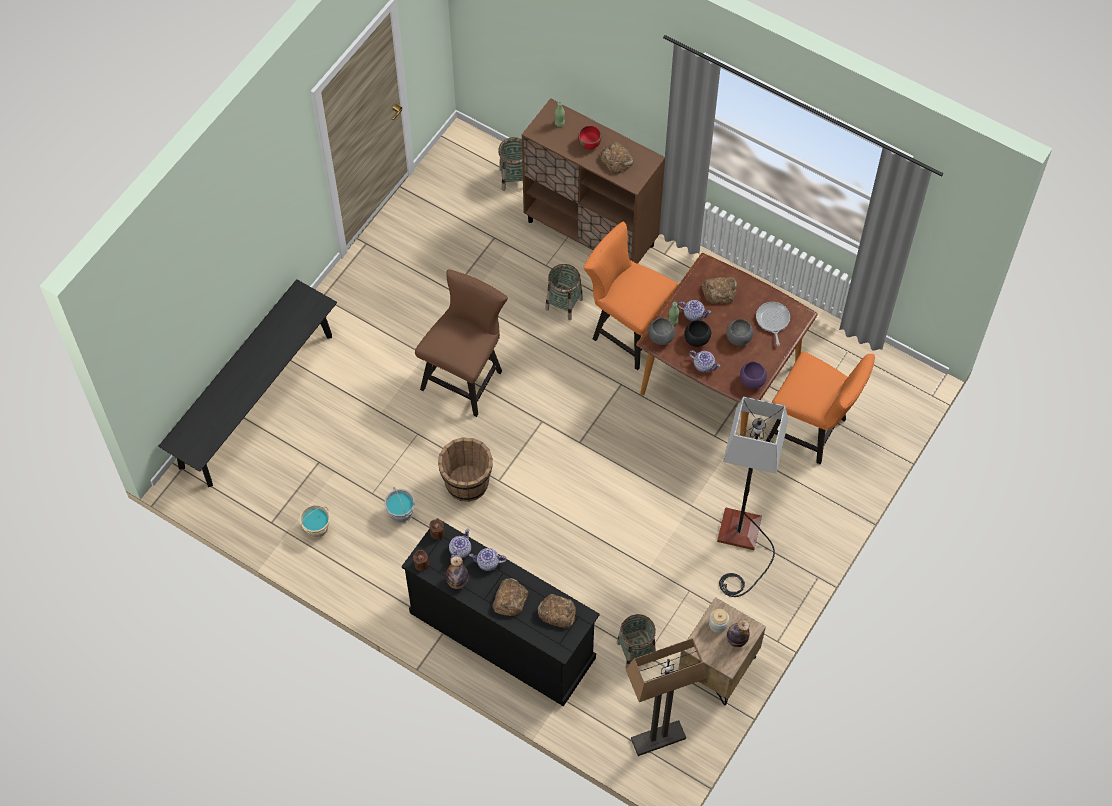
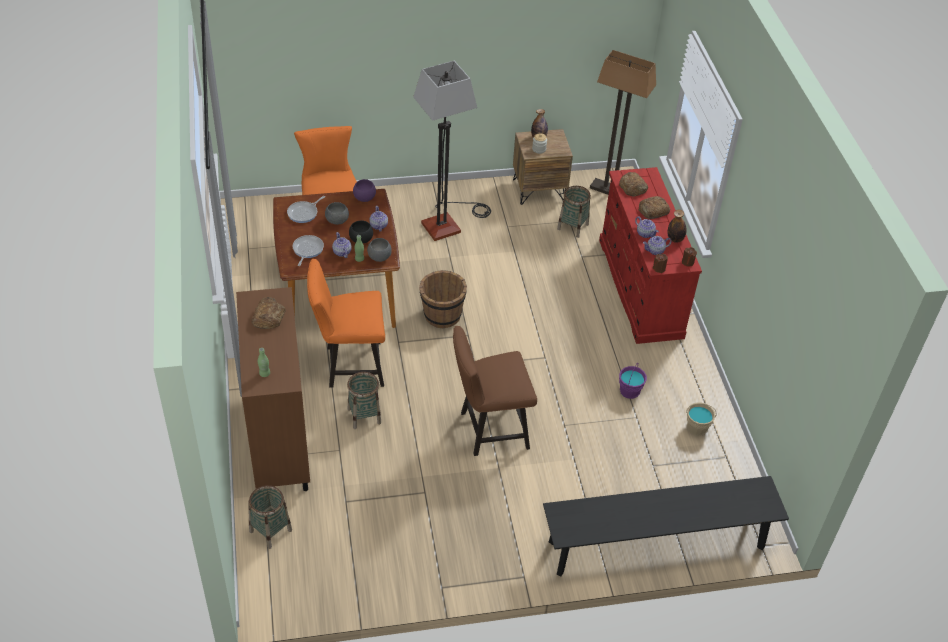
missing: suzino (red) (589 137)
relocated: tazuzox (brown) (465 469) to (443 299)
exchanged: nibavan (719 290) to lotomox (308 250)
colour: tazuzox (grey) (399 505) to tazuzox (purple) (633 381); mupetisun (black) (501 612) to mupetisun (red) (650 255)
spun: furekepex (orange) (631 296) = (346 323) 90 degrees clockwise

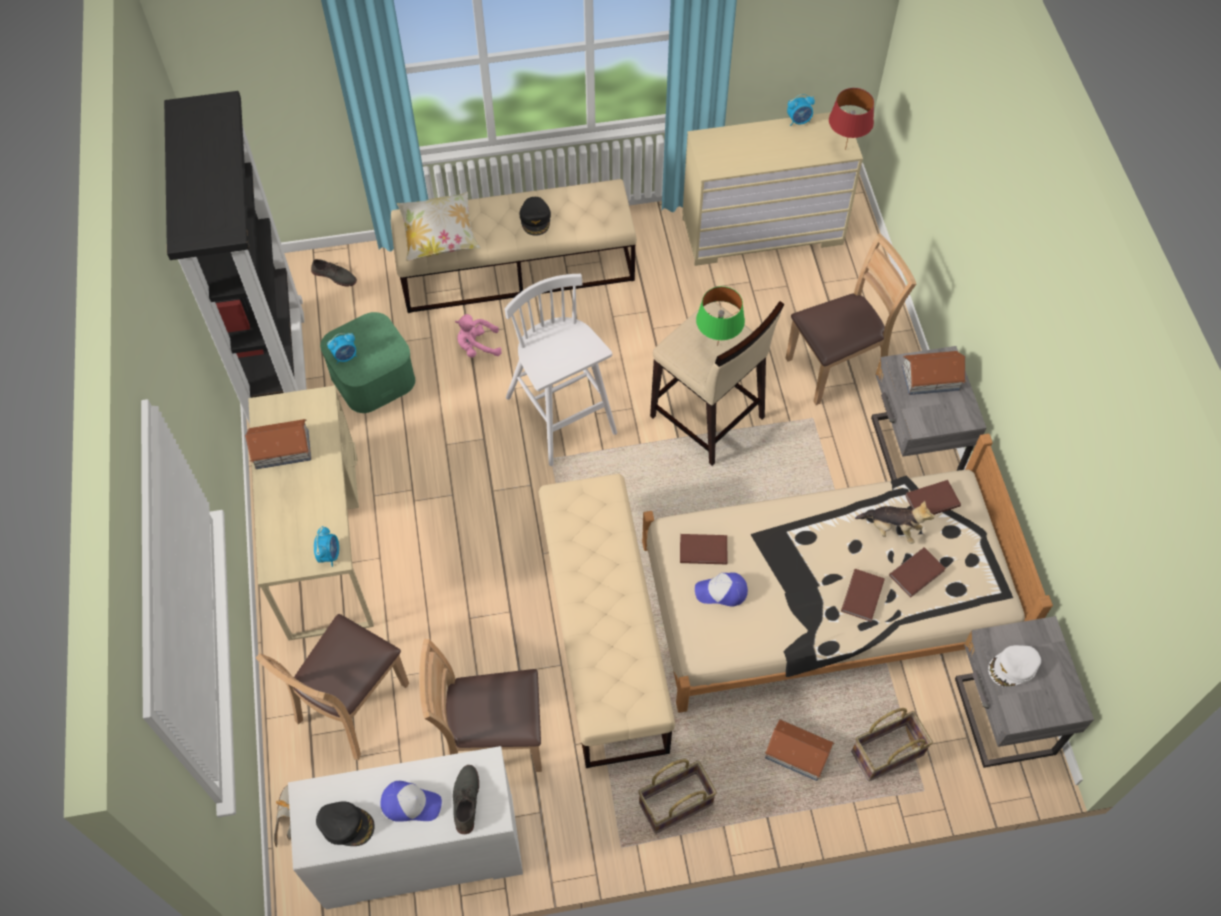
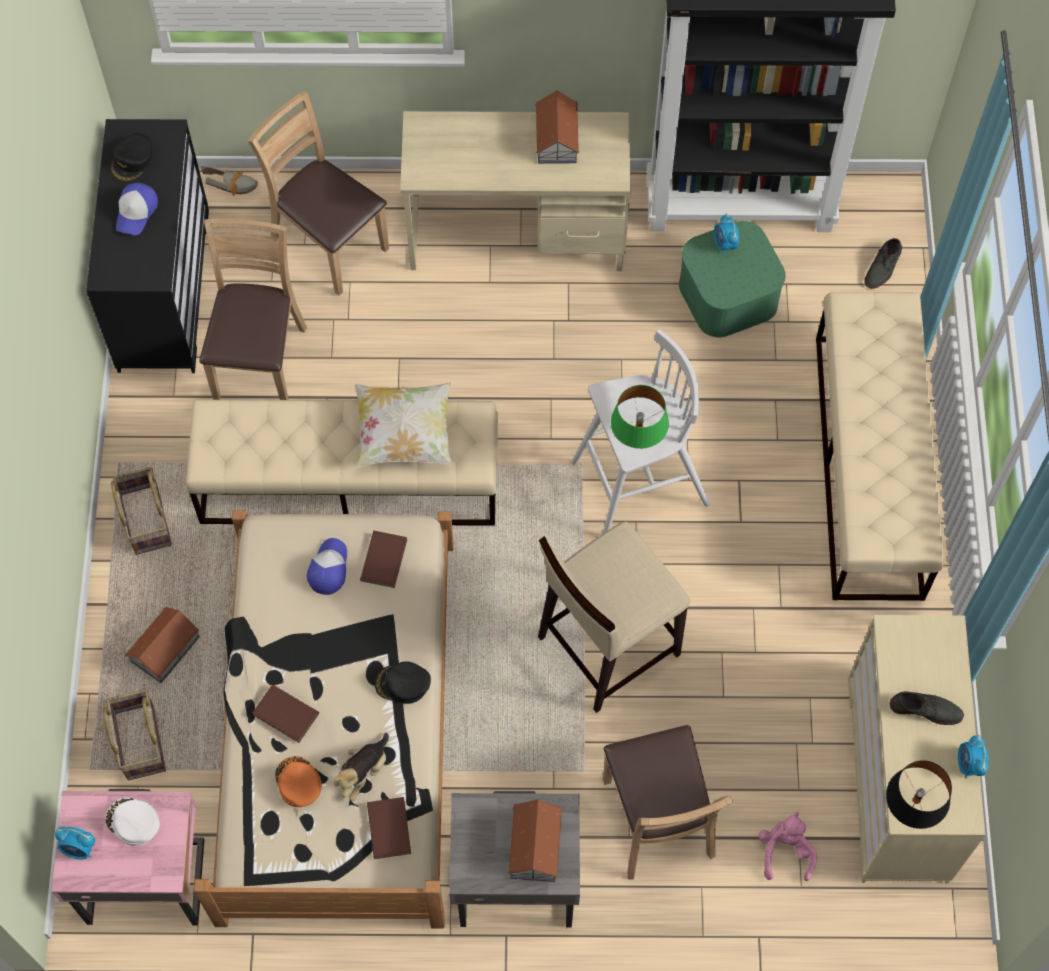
relocated: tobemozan (326 546) to (75 843); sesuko (439 226) to (403 425); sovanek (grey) (466 799) to (927 708); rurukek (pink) (478 336) to (787 846); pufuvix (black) (535 216) to (403 682); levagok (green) (720 316) to (640 417)
exchanged: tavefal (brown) (917 572) to pufuvix (orange) (298 781)
colour: mupetisun (white) (405 827) to mupetisun (black) (147 246); levagok (red) (851 119) to levagok (black) (919 794); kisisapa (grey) (1024 692) to kisisapa (pink) (128 857)
spun: pufuvix (white) (1014 666) = (132 822) 45 degrees counterclockwise

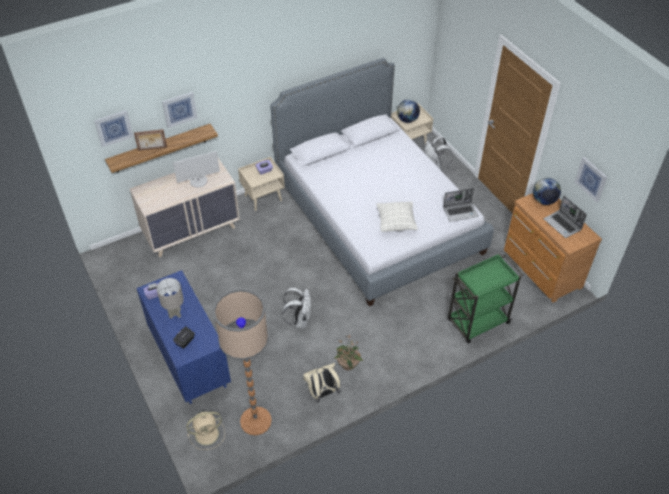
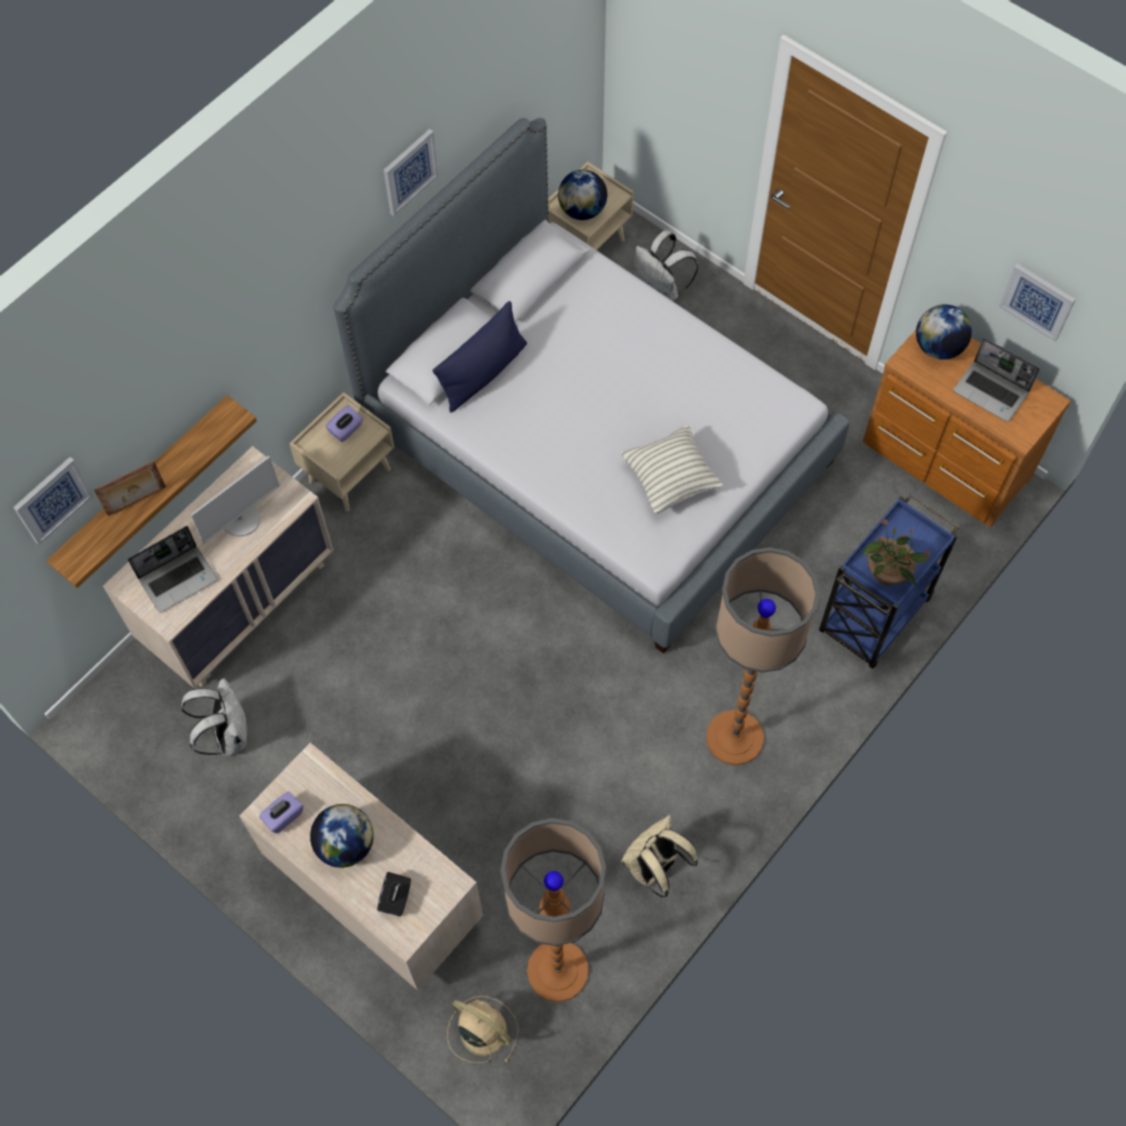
appeared: sesuko (blue) (480 356); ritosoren (763 656)
relocated: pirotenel (179 110) to (411 172); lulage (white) (296 307) to (214 717); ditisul (349 353) to (897 552); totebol (460 205) to (173 569)
exchanged: levagok (grey) (170 298) to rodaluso (342 836)
colour: mupetisun (blue) (183 337) to mupetisun (beige) (361 866); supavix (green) (485 298) to supavix (blue) (889 581)
spun: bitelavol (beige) (205 430) = (483 1029) 105 degrees counterclockwise

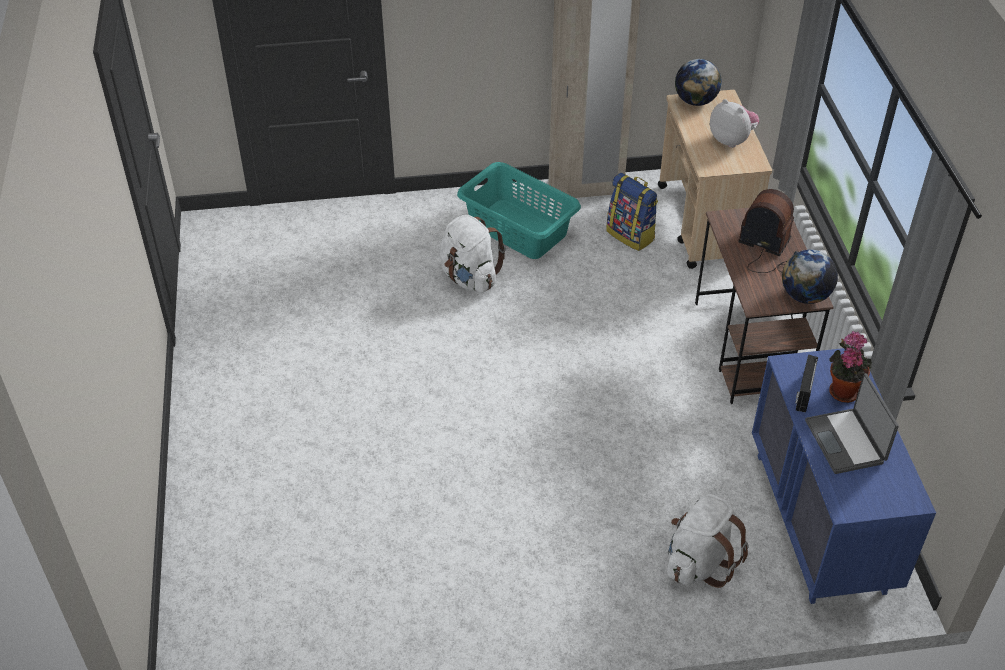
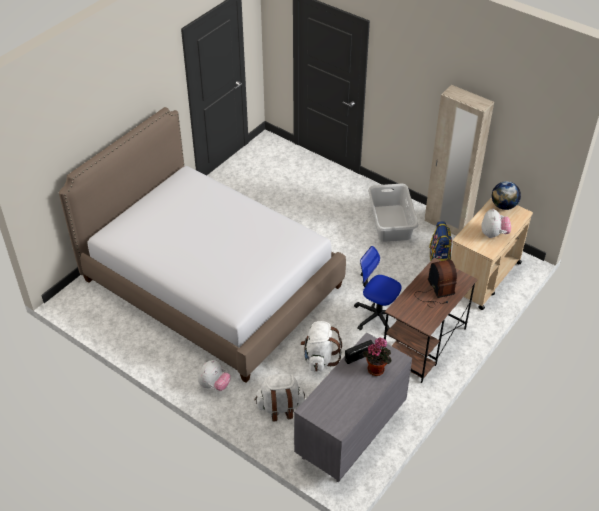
missing: rodaluso (810 276); totebol (852 423)
appeared: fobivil (202 245); rurukek (214 375); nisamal (378 288)
relocated: lulage (white) (473 254) to (321 346)
colour: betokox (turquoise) (519 210) to betokox (grey) (393 212); mupetisun (blue) (844 475) to mupetisun (grey) (353 407)

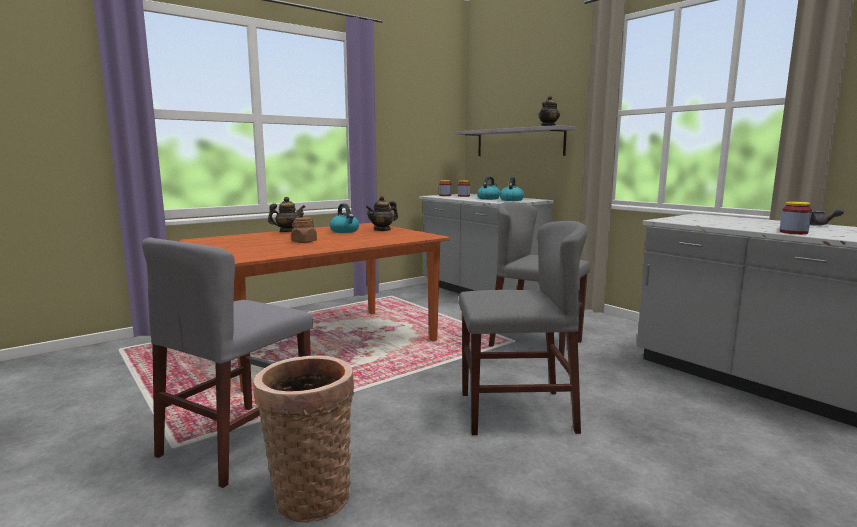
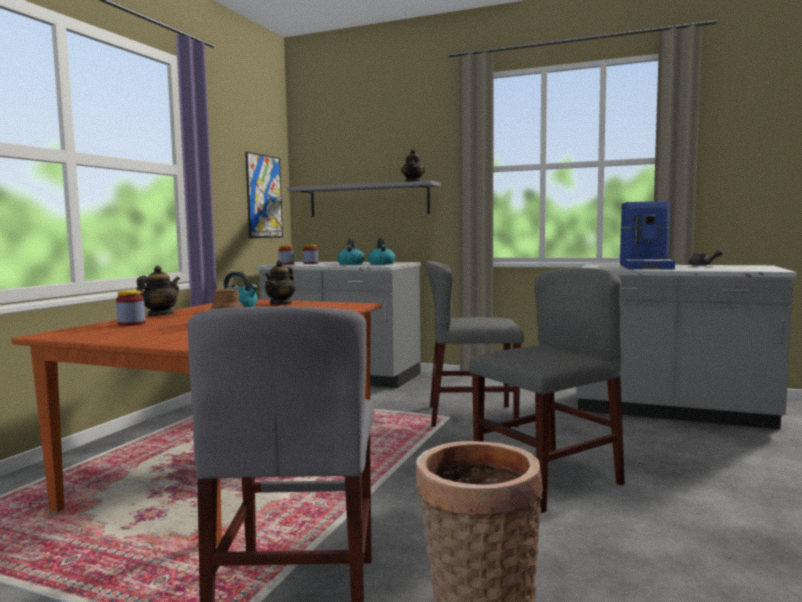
appeared: pirotenel (264 195); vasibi (647 235)
relocated: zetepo (796 218) to (131 308)

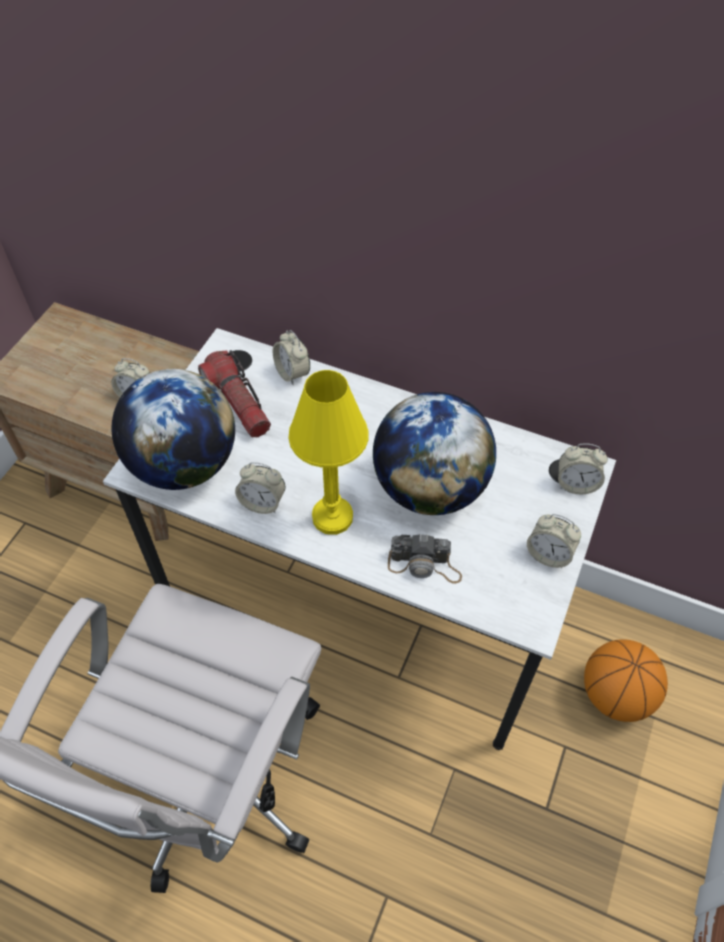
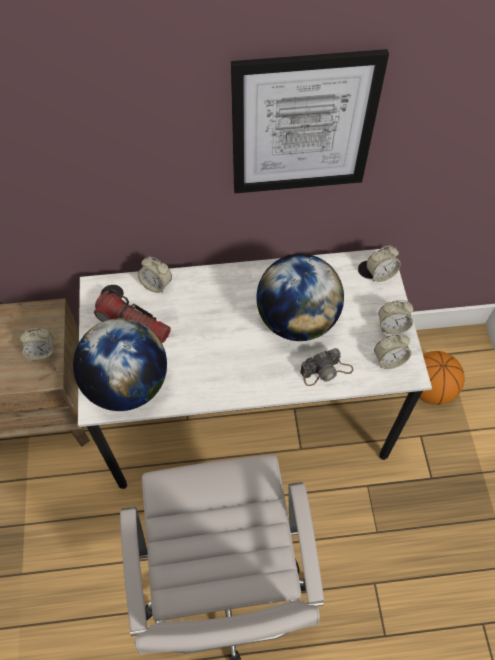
missing: levagok (yellow) (328 452)
appeared: pirotenel (310 121)
relocated: tobemozan (260 488) to (392 351)

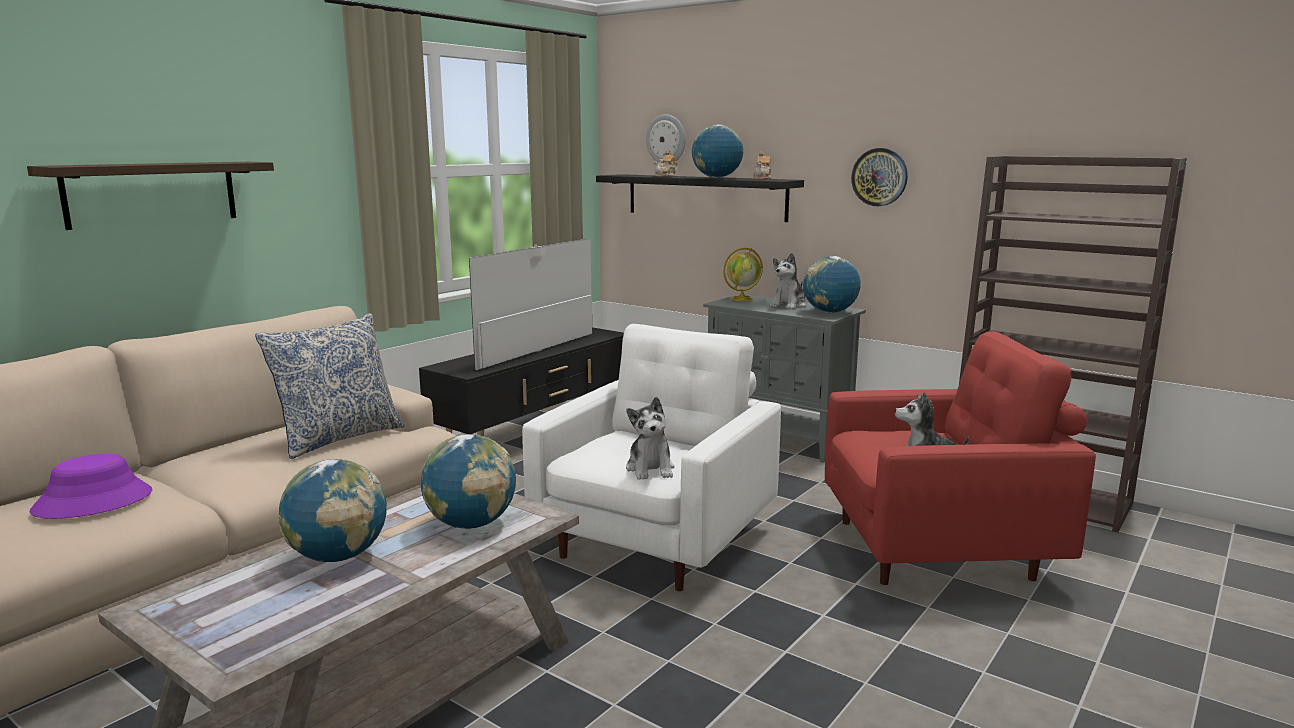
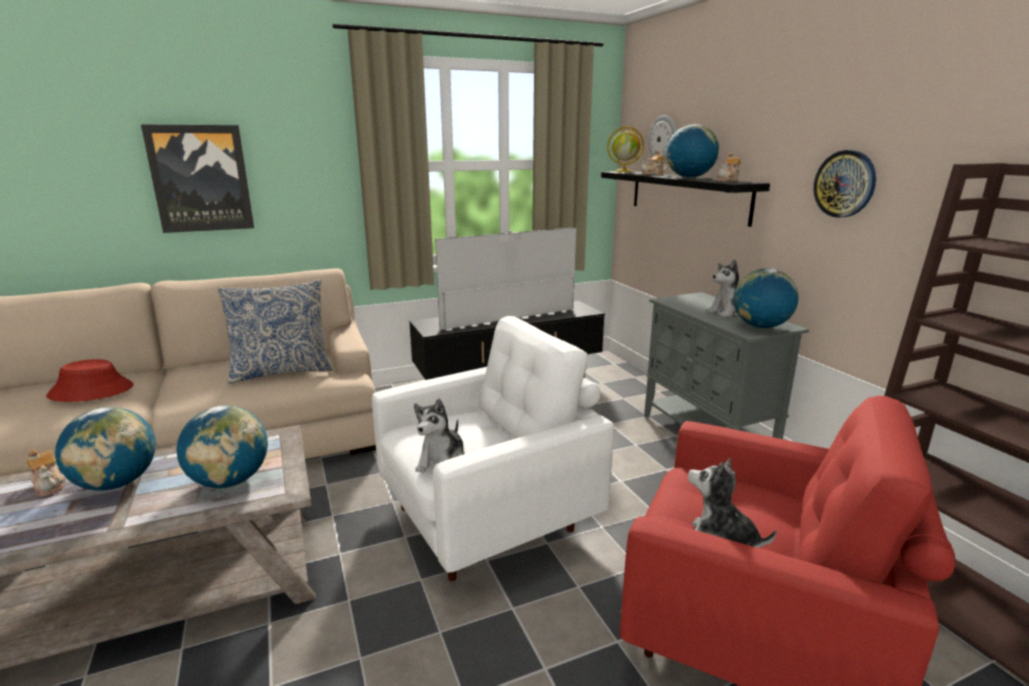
appeared: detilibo (46 473)
relocated: rodaluso (743 274) to (625 149)
exchanged: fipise (150 196) to pirotenel (197 179)
colour: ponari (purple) (91 486) to ponari (red) (90 380)

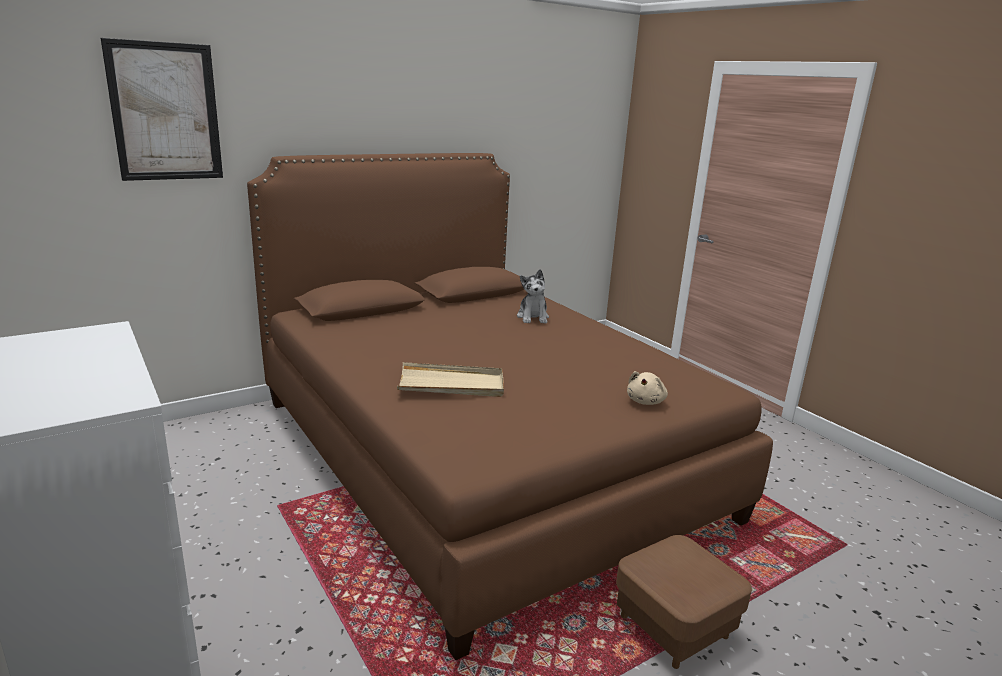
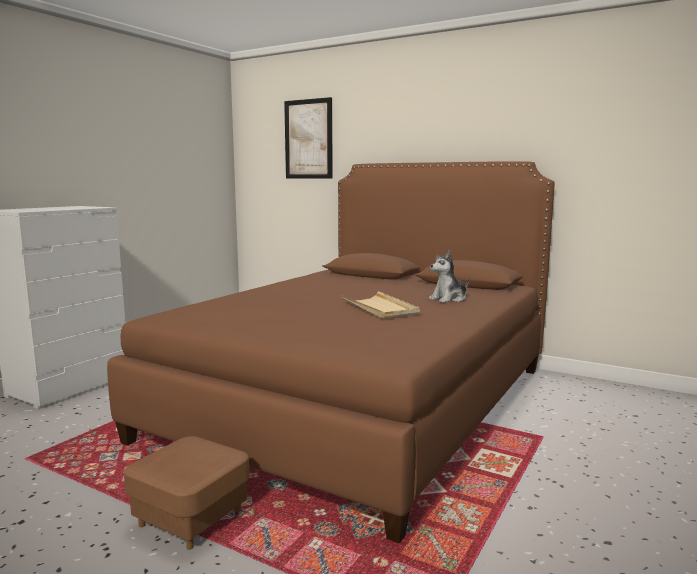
missing: rurukek (beige) (647 388)
relocated: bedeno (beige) (450 379) to (380 305)

